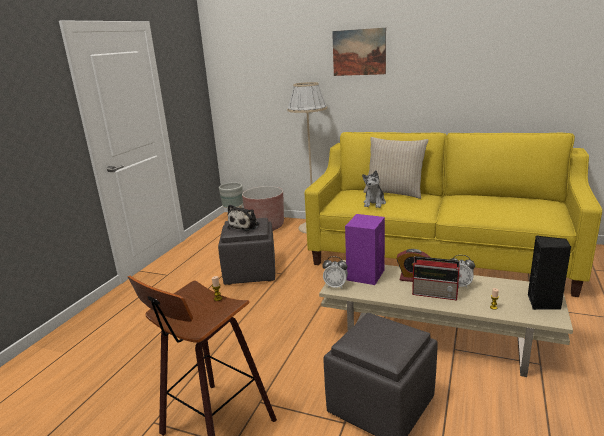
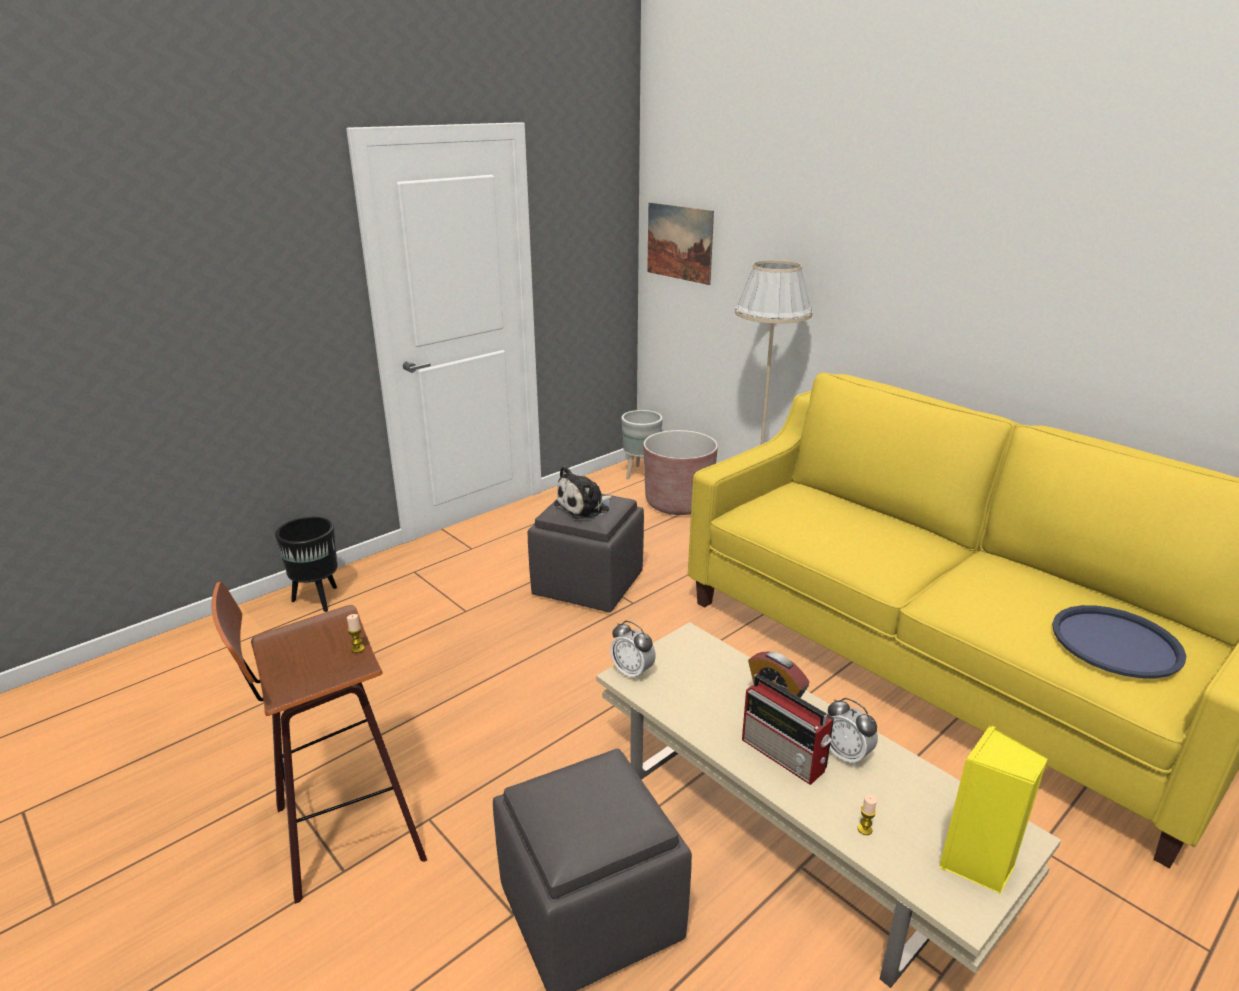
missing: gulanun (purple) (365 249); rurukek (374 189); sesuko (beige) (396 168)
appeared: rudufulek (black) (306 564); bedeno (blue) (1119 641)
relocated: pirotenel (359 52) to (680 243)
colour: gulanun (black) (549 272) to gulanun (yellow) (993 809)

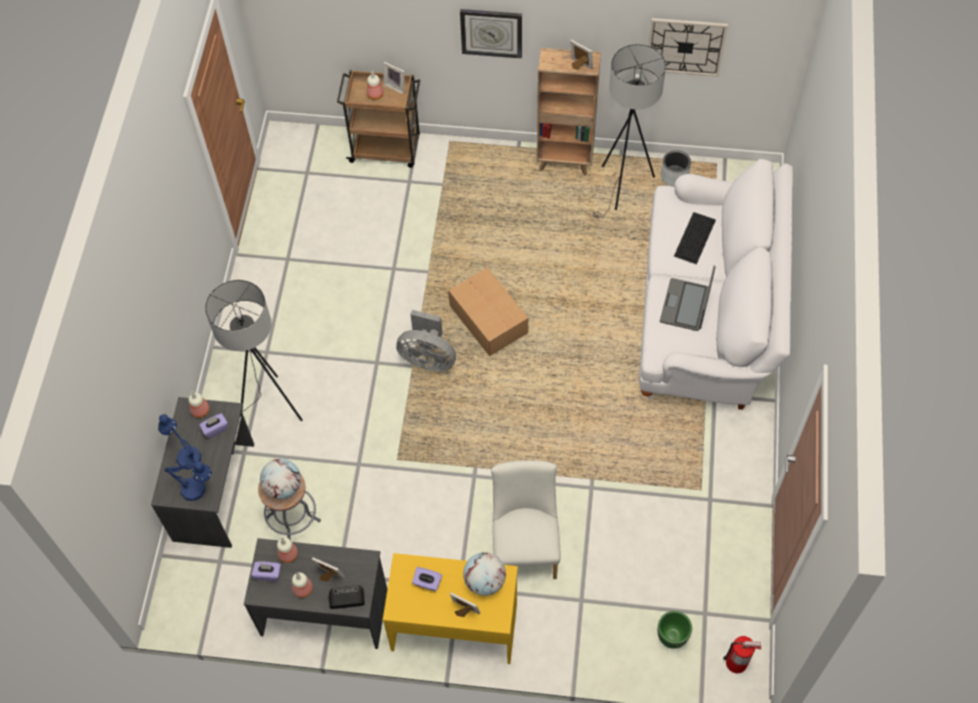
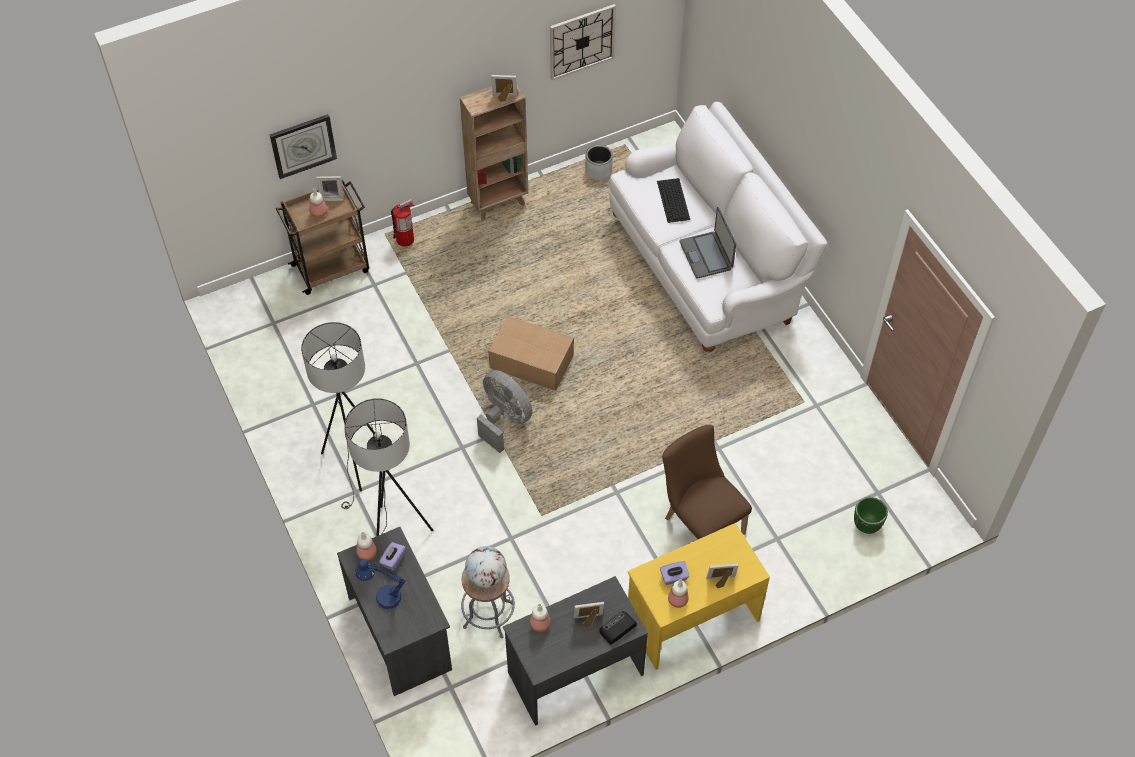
missing: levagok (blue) (188 481); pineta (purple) (266 571); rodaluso (484 574)
relocated: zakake (302 585) to (678 593); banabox (491 34) to (303 146); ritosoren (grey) (629 131) to (338 415); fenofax (742 654) to (402 223)
colour: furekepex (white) (526 519) to furekepex (brown) (707 482)
spun: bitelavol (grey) (426 340) = (505 411) 120 degrees counterclockwise

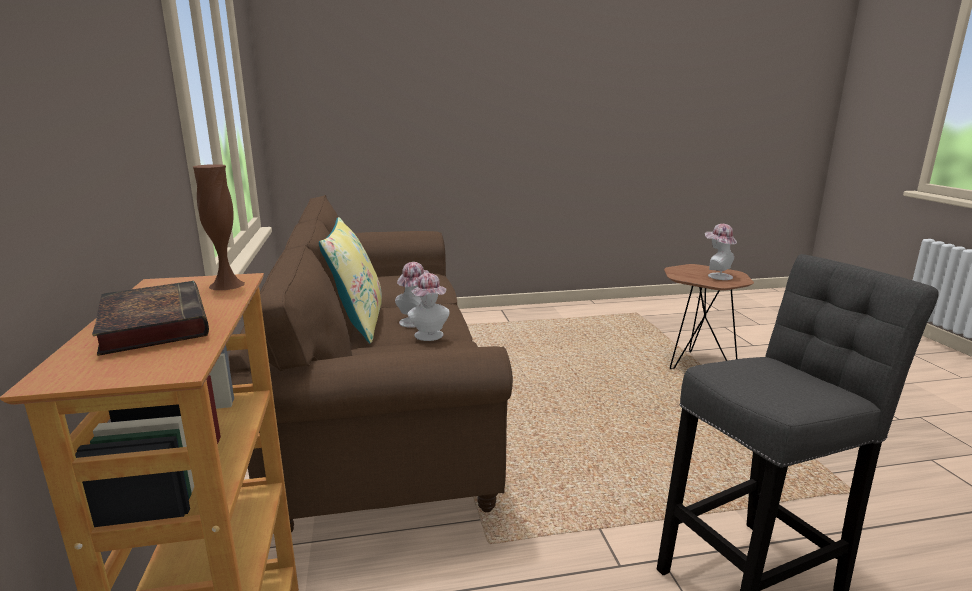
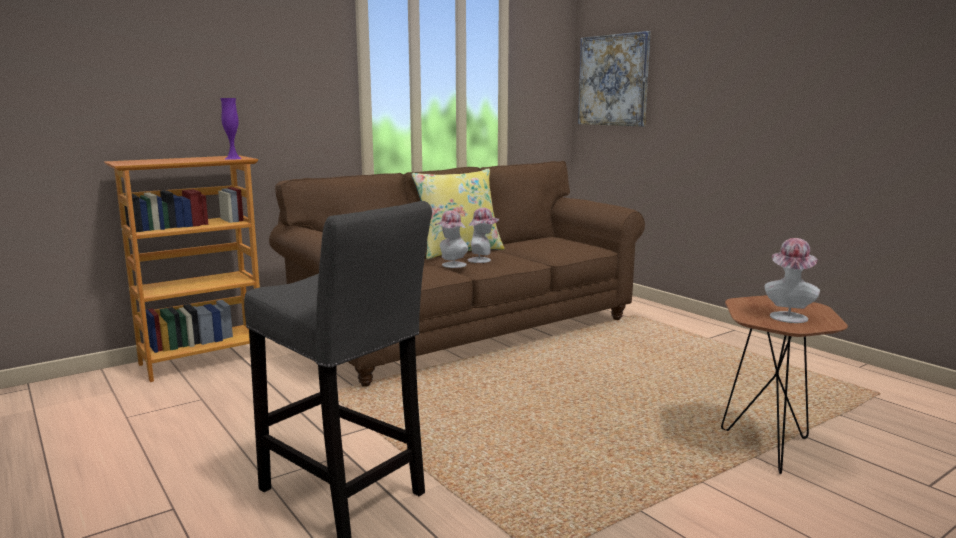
missing: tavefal (150 318)
appeared: pirotenel (614 78)
colour: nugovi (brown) (218 227) to nugovi (purple) (231 129)

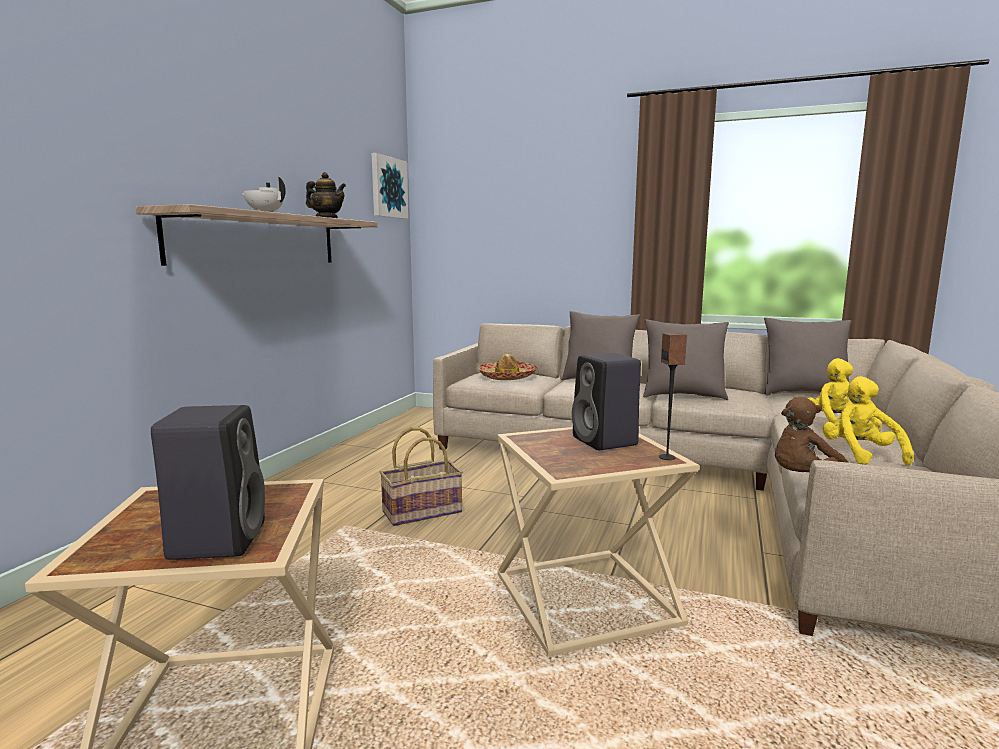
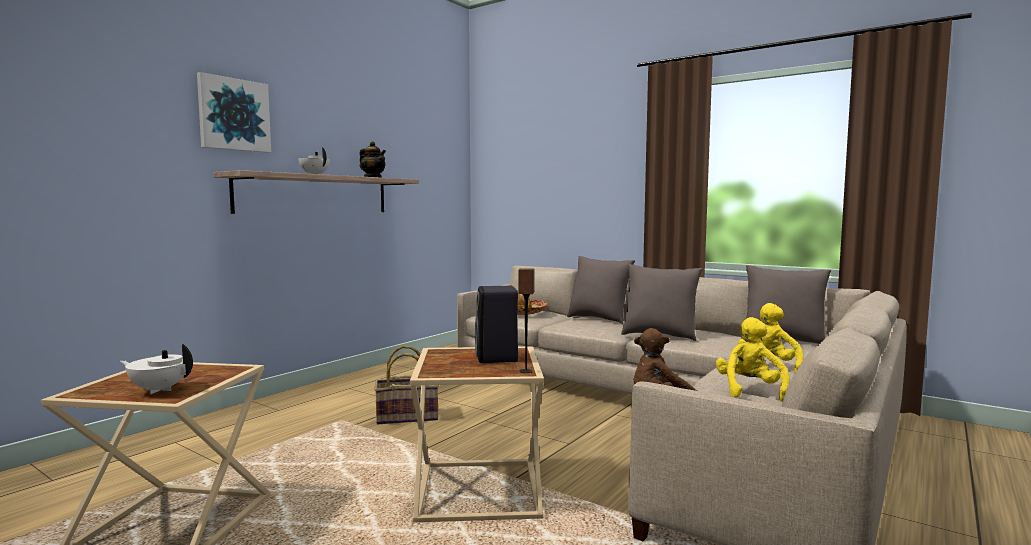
relocated: pirotenel (390 186) to (234 112)
exchanged: gulanun (black) (208 482) to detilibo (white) (156 369)

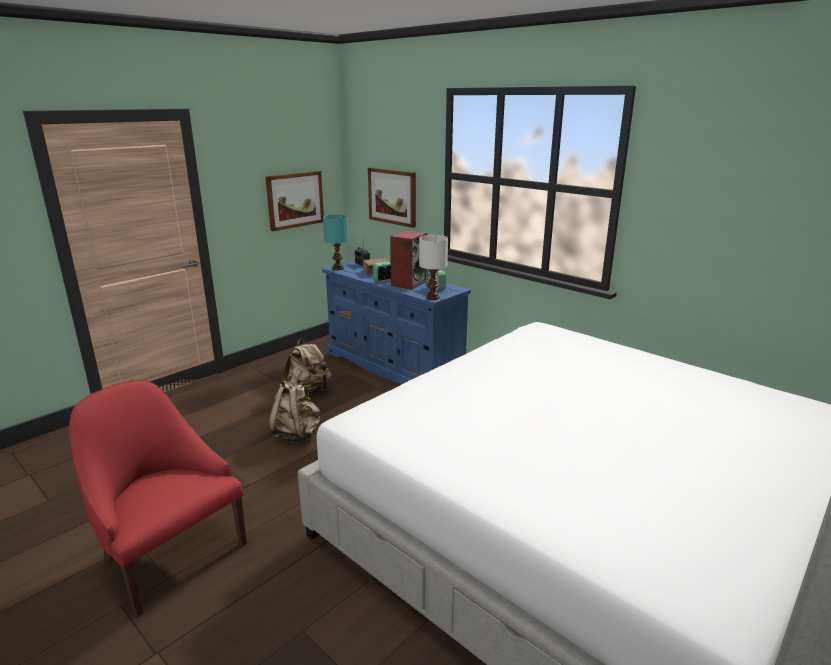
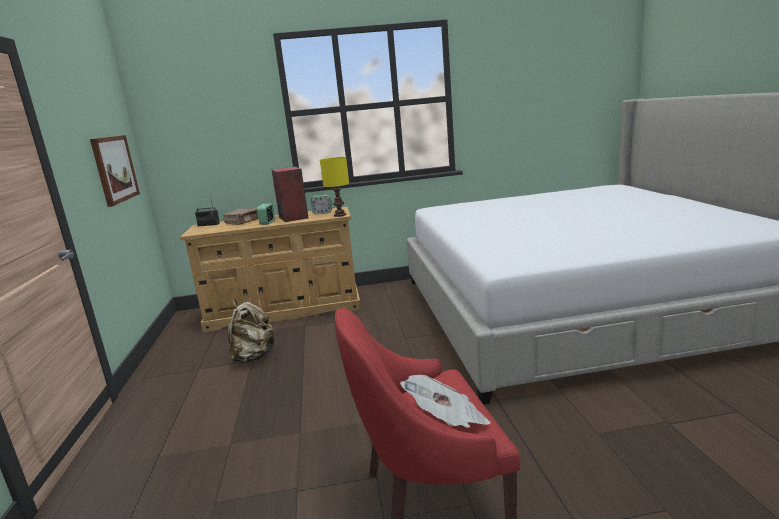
missing: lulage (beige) (294 411); levagok (turquoise) (336 242); pirotenel (392 197)
appeared: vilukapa (445 401)
colour: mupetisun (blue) (396 322) to mupetisun (beige) (270 269); levagok (white) (433 267) to levagok (yellow) (334 187)

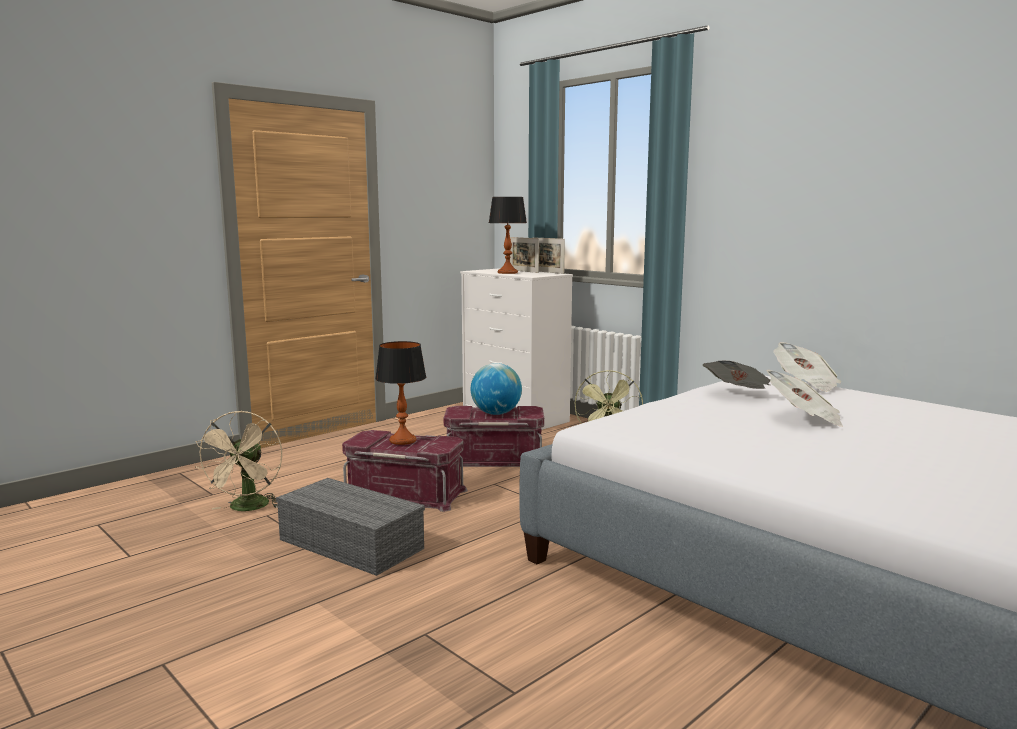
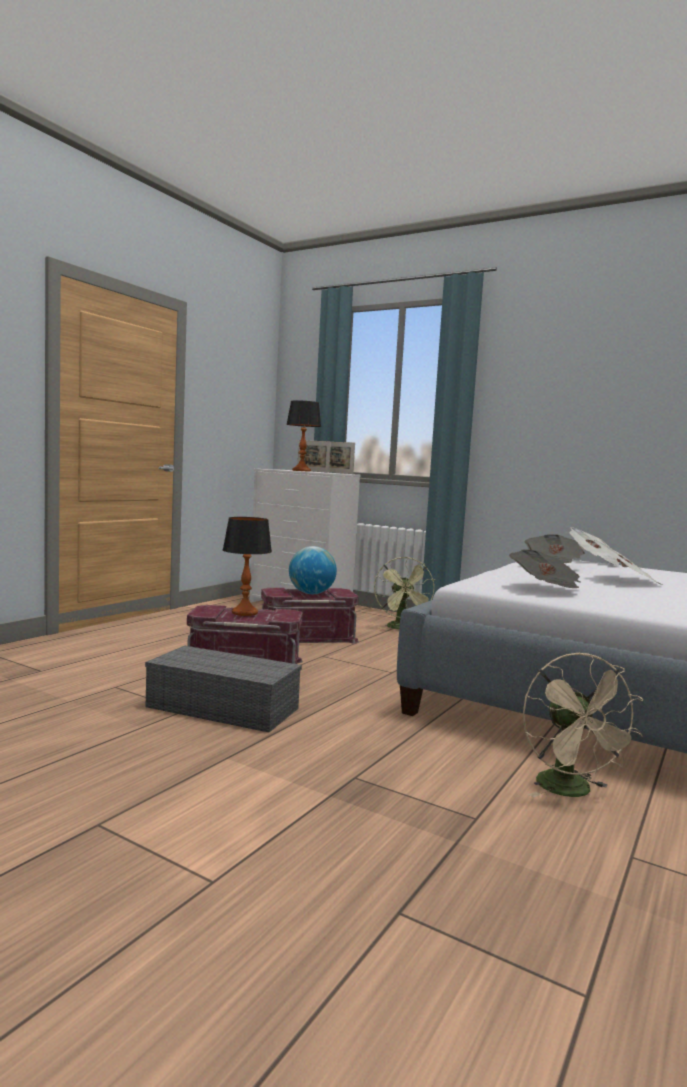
appeared: vilukapa (545 568)
relocated: bitelavol (beige) (238 461) to (583 724)

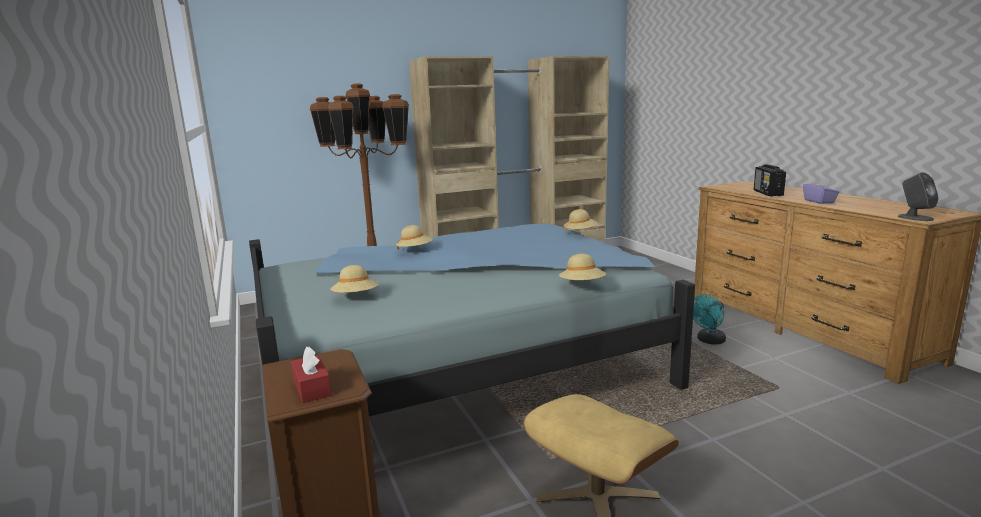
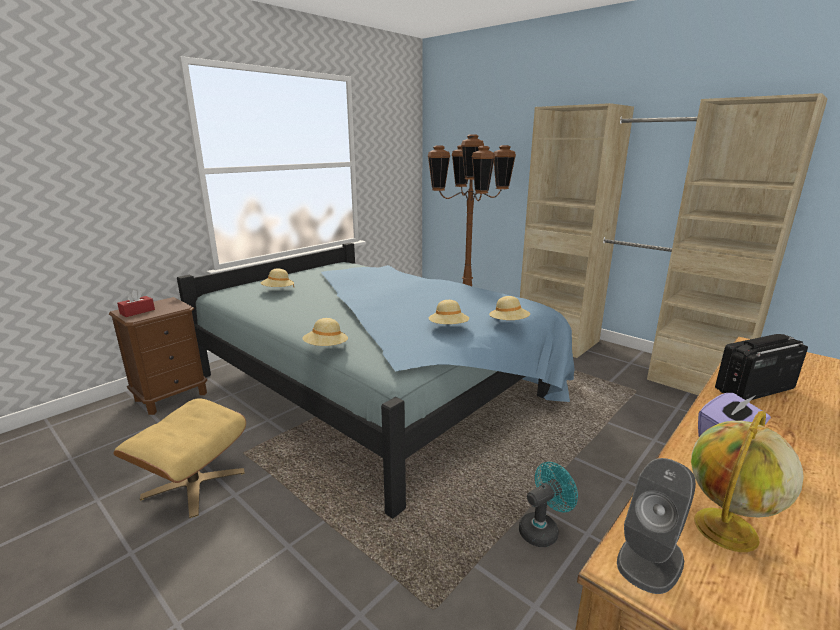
appeared: rodaluso (747 481)
relocated: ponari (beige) (414 237) to (449 312)
spun: bitelavol (turquoise) (709 319) = (548 504) 120 degrees clockwise

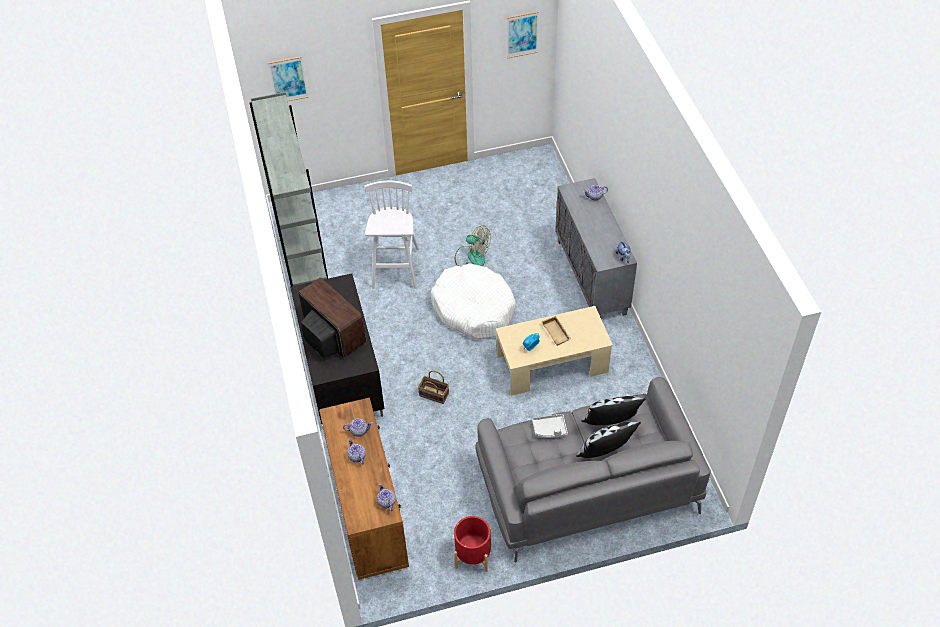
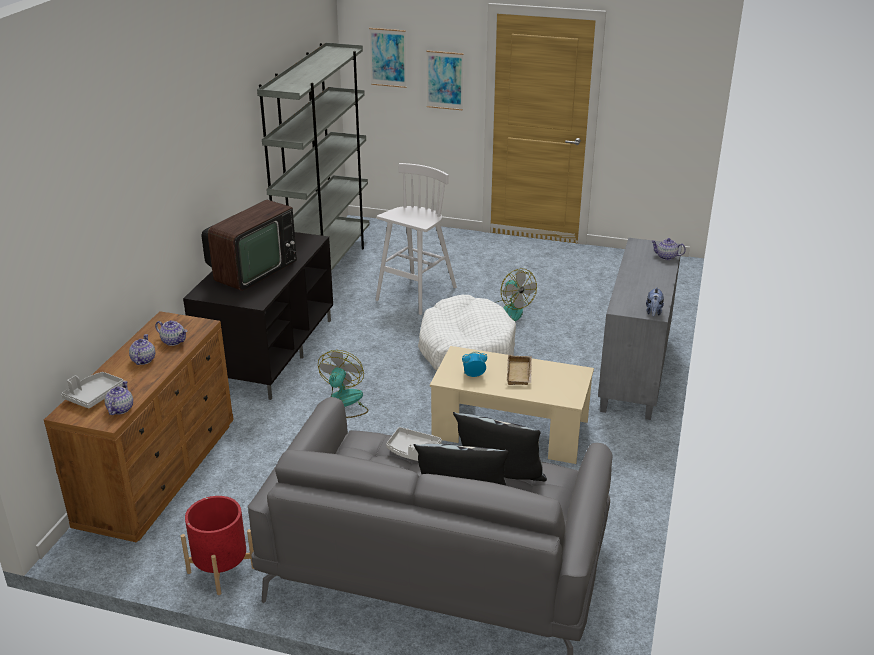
appeared: bedeno (grey) (92 390)
relocated: pirotenel (523 35) to (445 80)
exchanged: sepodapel (433 387) to bitelavol (343 384)
spun: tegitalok (332 317) = (249 245) 45 degrees clockwise

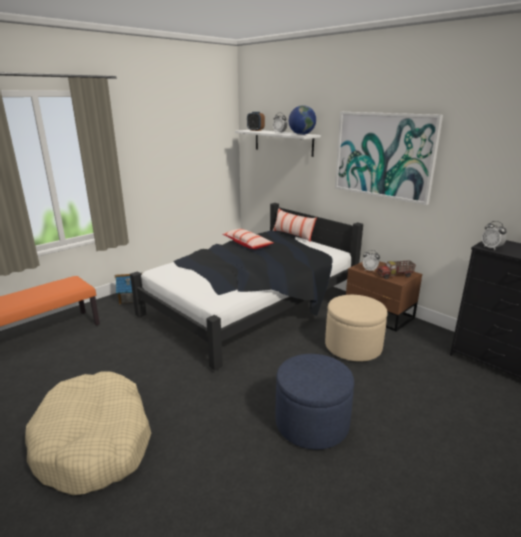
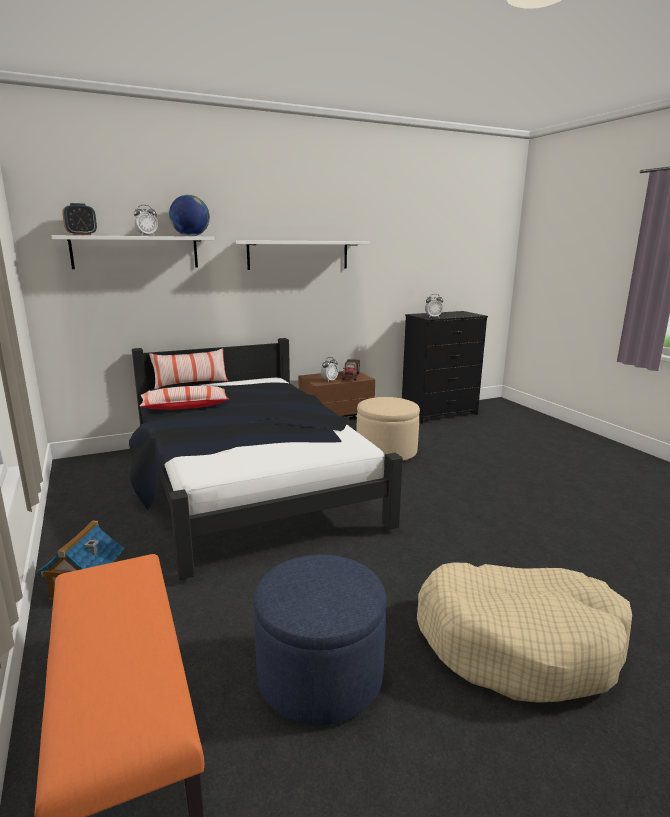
relocated: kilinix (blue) (315 402) to (320 640)
exchanged: pirotenel (389 158) to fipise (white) (303 255)

